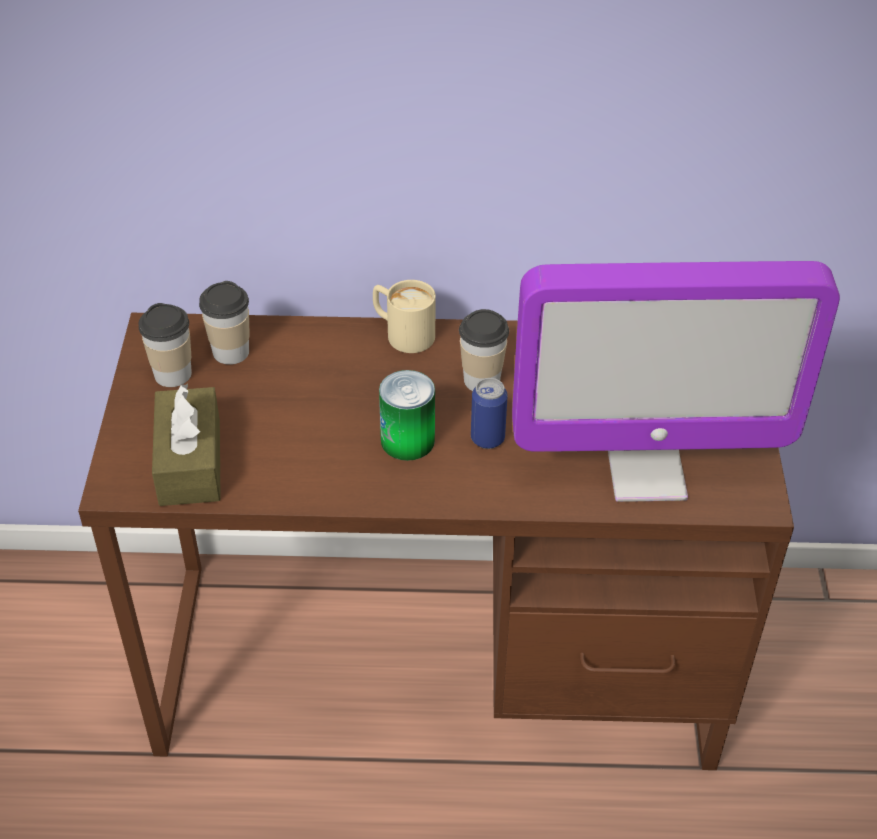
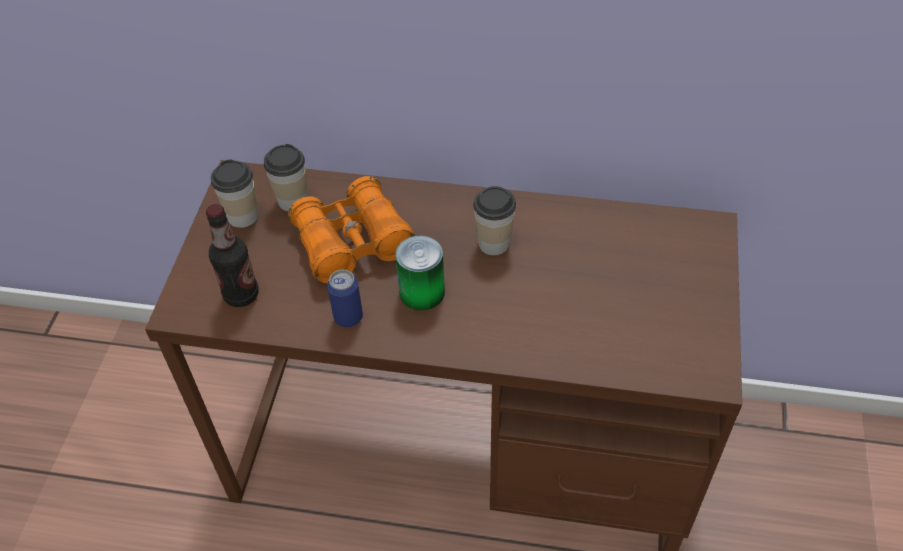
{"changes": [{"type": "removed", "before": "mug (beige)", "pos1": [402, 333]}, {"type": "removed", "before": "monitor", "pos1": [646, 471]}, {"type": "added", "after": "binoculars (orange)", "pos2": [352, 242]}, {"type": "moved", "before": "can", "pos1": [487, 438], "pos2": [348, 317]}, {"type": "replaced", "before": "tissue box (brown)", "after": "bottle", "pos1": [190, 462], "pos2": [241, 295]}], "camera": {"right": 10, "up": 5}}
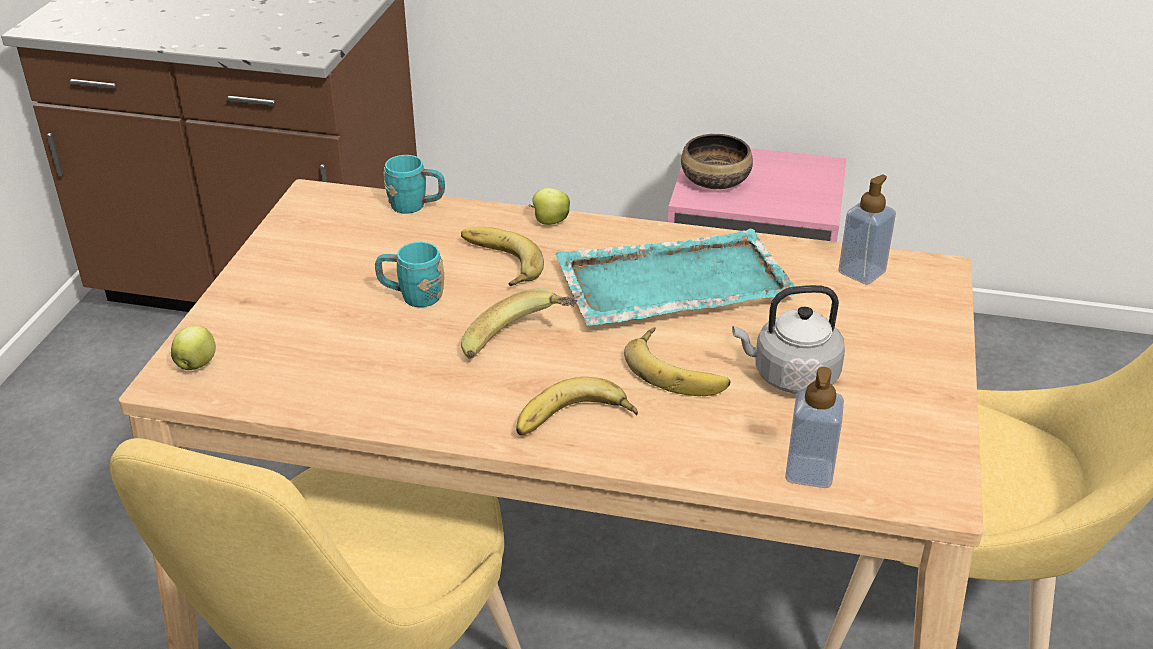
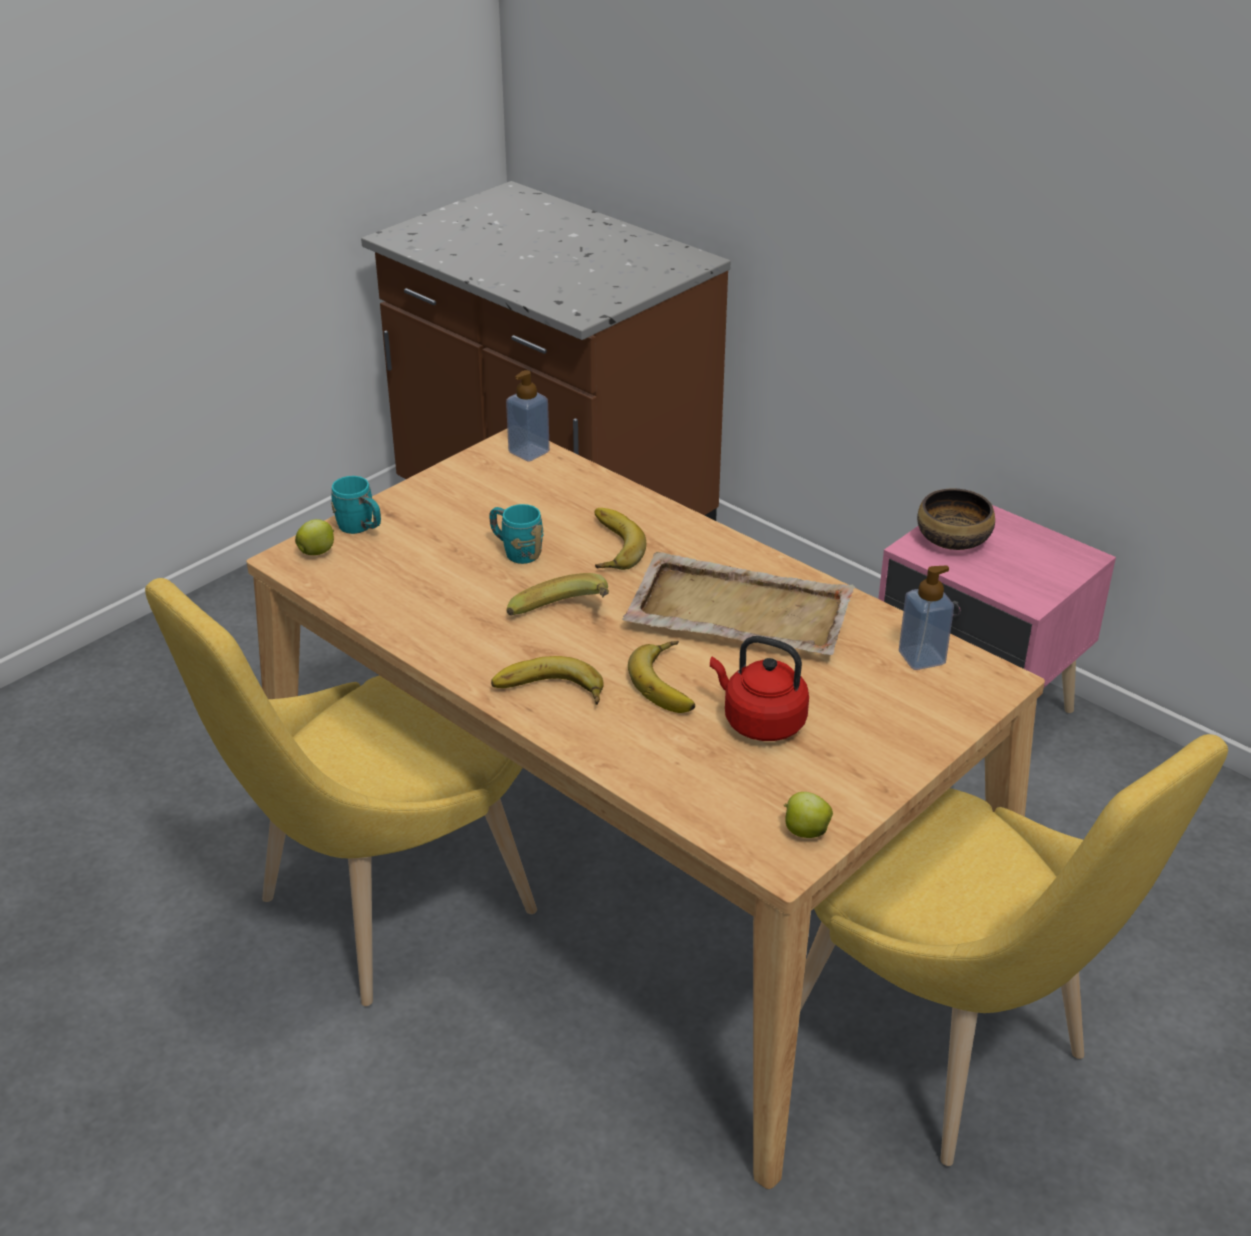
{"changes": [{"type": "moved", "before": "mug (turquoise)", "pos1": [416, 206], "pos2": [360, 528]}, {"type": "moved", "before": "apple", "pos1": [549, 222], "pos2": [805, 831]}, {"type": "moved", "before": "soap dispenser", "pos1": [809, 472], "pos2": [529, 452]}, {"type": "recoloured", "before": "tray (turquoise)", "after": "tray (beige)", "pos1": [671, 284], "pos2": [737, 611]}, {"type": "recoloured", "before": "kettle (grey)", "after": "kettle (red)", "pos1": [790, 376], "pos2": [760, 722]}], "camera": {"right": 30, "up": 0}}
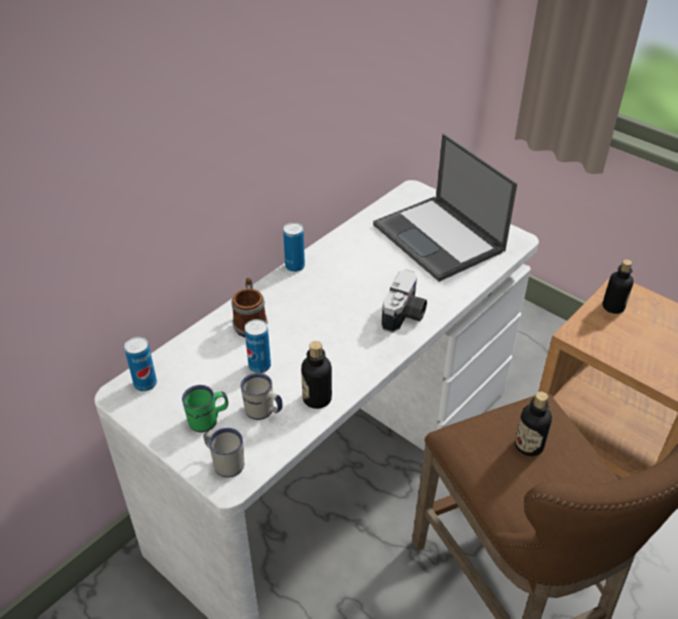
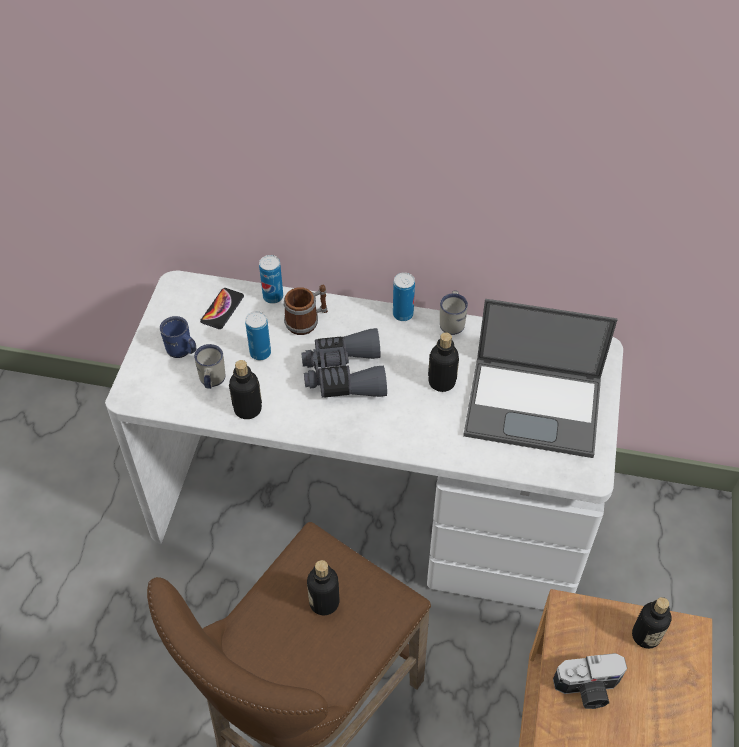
{"changes": [{"type": "added", "after": "phone", "pos2": [222, 309]}, {"type": "added", "after": "binoculars (grey)", "pos2": [344, 374]}, {"type": "added", "after": "bottle", "pos2": [442, 382]}, {"type": "moved", "before": "can", "pos1": [145, 384], "pos2": [273, 297]}, {"type": "moved", "before": "mug (white)", "pos1": [225, 462], "pos2": [453, 321]}, {"type": "moved", "before": "photo camera", "pos1": [405, 315], "pos2": [588, 690]}, {"type": "recoloured", "before": "mug (green)", "after": "mug (blue)", "pos1": [208, 420], "pos2": [182, 351]}, {"type": "turned", "before": "laptop", "pos1": [439, 238], "pos2": [535, 406], "turn": -105}], "camera": {"right": 60, "up": 10}}
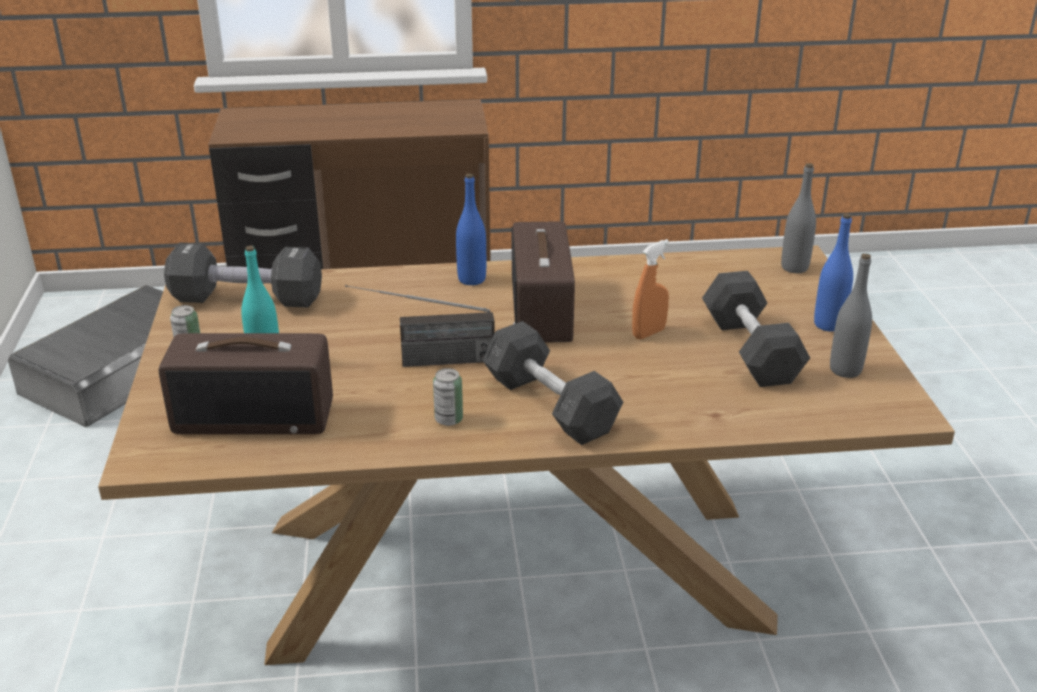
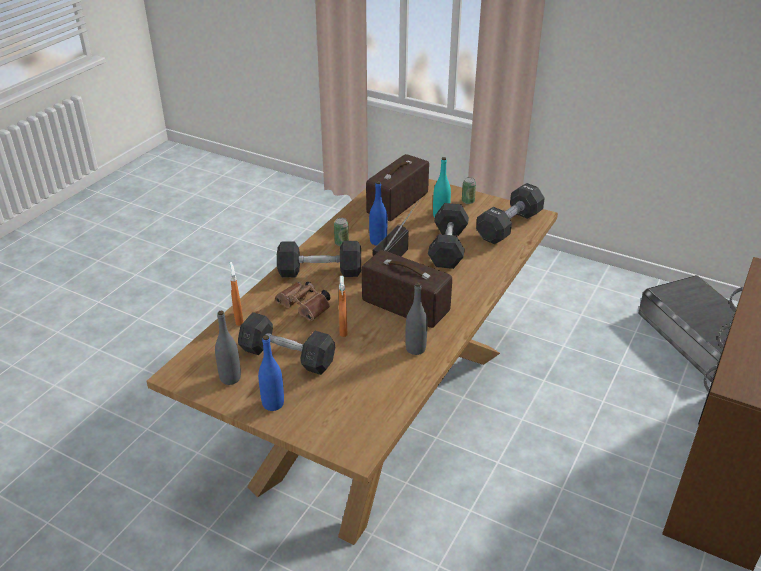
{"changes": [{"type": "added", "after": "spray bottle (orange)", "pos2": [238, 319]}, {"type": "added", "after": "binoculars (brown)", "pos2": [306, 309]}, {"type": "added", "after": "dumbbell (grey)", "pos2": [448, 247]}, {"type": "moved", "before": "bottle (blue)", "pos1": [472, 279], "pos2": [378, 241]}, {"type": "moved", "before": "bottle (grey)", "pos1": [794, 267], "pos2": [415, 349]}], "camera": {"right": 125, "up": 5}}
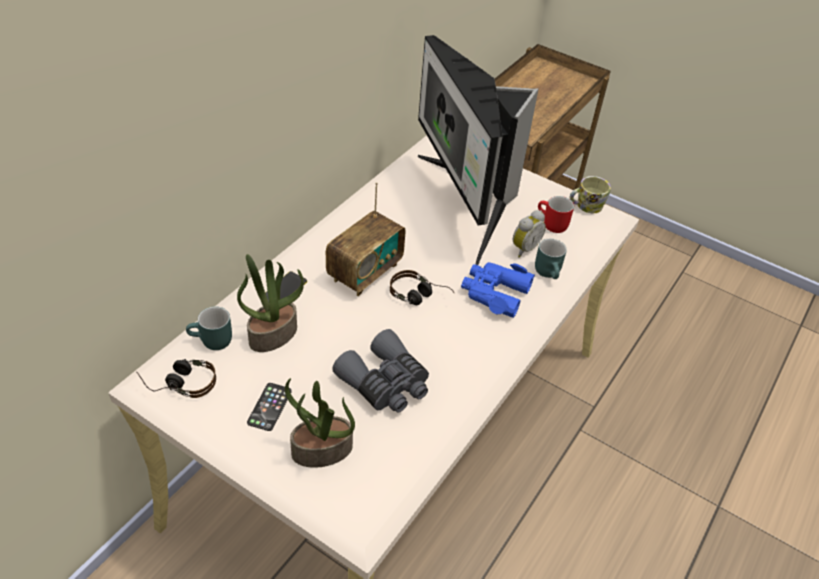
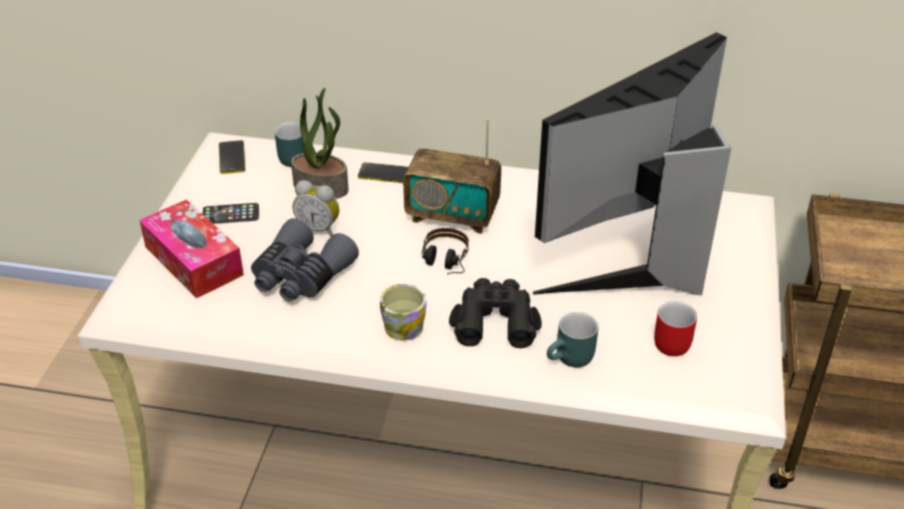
{"changes": [{"type": "moved", "before": "alarm clock", "pos1": [523, 248], "pos2": [319, 228]}, {"type": "moved", "before": "mug", "pos1": [585, 206], "pos2": [401, 324]}, {"type": "replaced", "before": "headphones", "after": "phone", "pos1": [179, 382], "pos2": [232, 158]}, {"type": "replaced", "before": "potted plant", "after": "tissue box", "pos1": [321, 451], "pos2": [193, 260]}, {"type": "recoloured", "before": "binoculars (blue)", "after": "binoculars (black)", "pos1": [494, 293], "pos2": [495, 320]}], "camera": {"right": 70, "up": -5}}
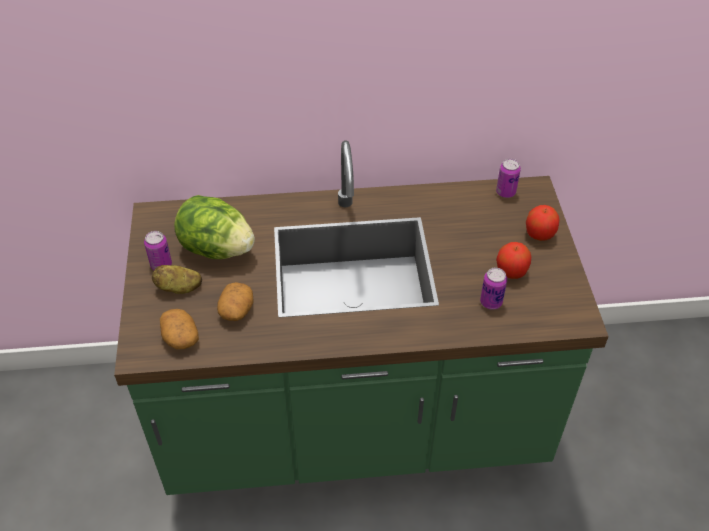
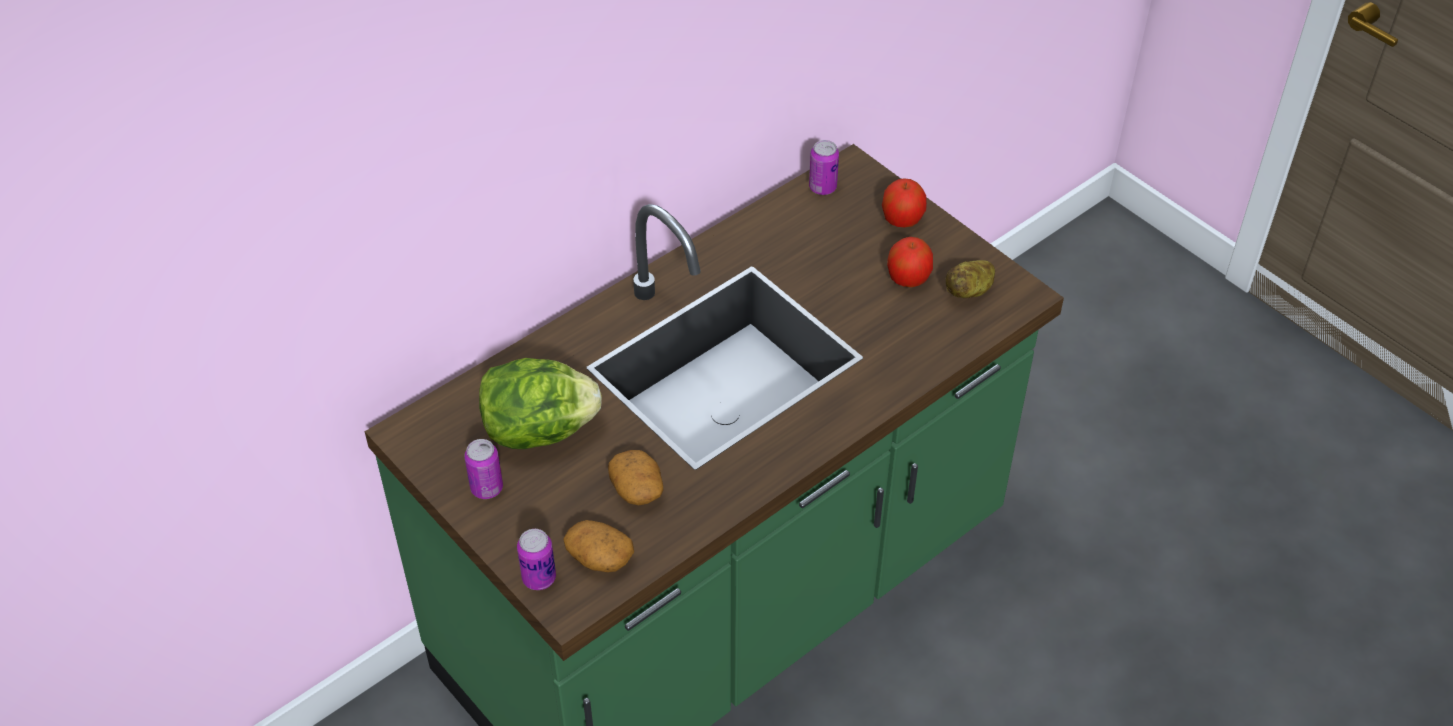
{"changes": [{"type": "moved", "before": "potato", "pos1": [178, 288], "pos2": [970, 291]}, {"type": "moved", "before": "can", "pos1": [491, 302], "pos2": [539, 578]}], "camera": {"right": -35, "up": 0}}
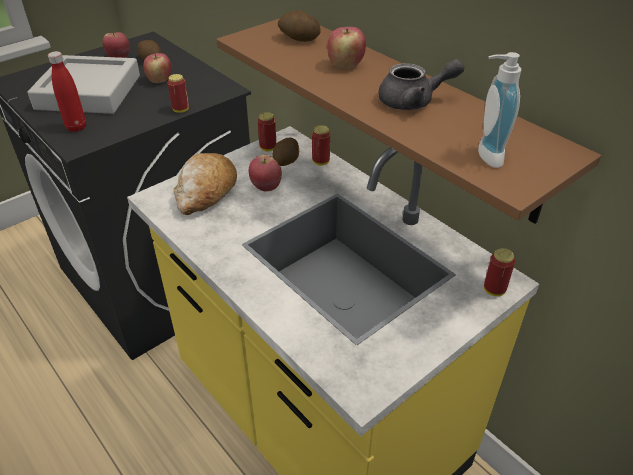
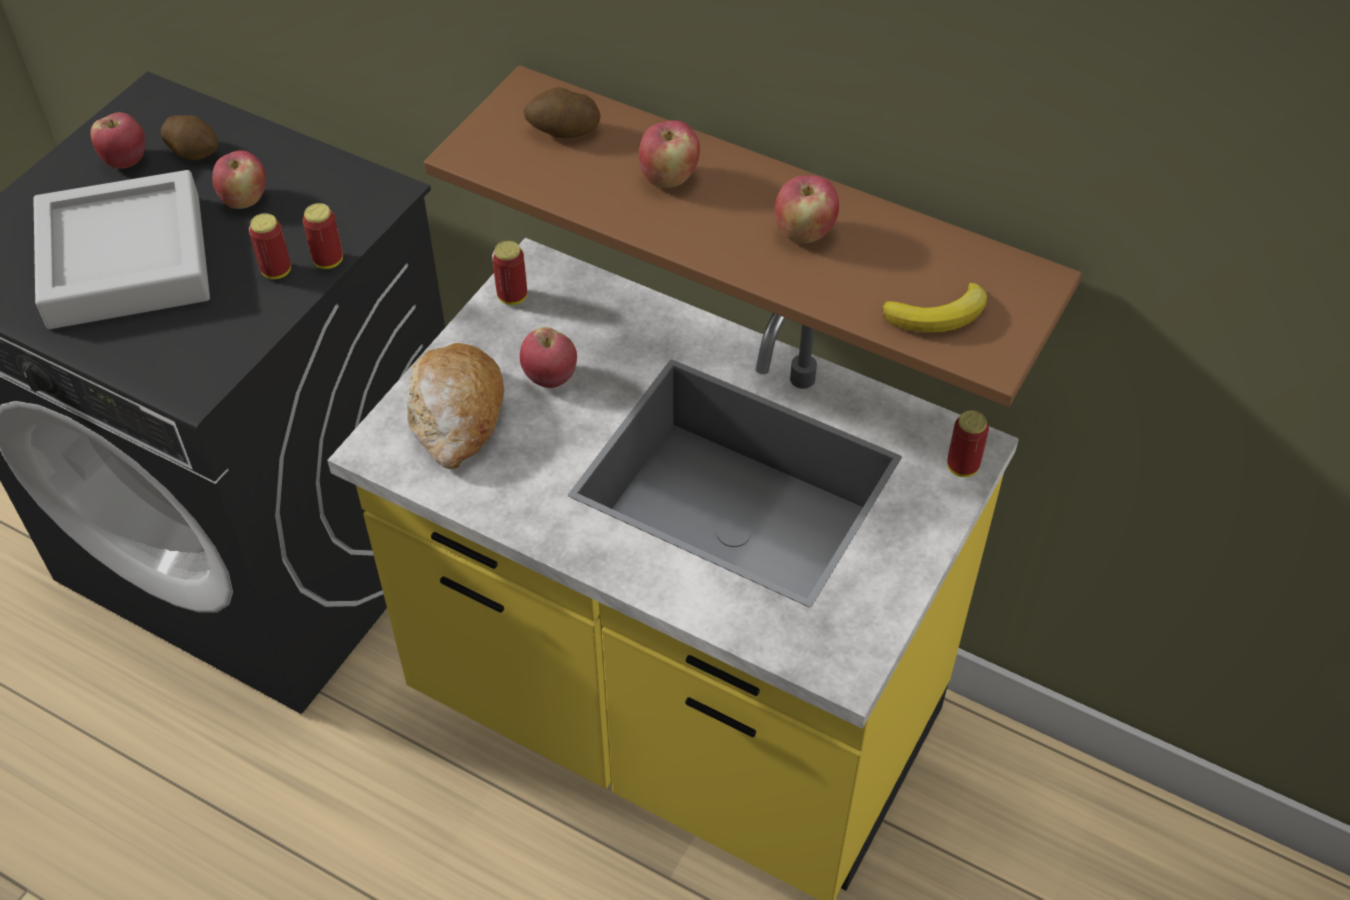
{"changes": [{"type": "removed", "before": "bottle (red)", "pos1": [76, 127]}, {"type": "removed", "before": "potato", "pos1": [286, 162]}, {"type": "moved", "before": "can", "pos1": [320, 162], "pos2": [276, 271]}, {"type": "replaced", "before": "teapot (grey)", "after": "apple", "pos1": [414, 101], "pos2": [804, 232]}, {"type": "replaced", "before": "soap dispenser", "after": "banana", "pos1": [485, 156], "pos2": [938, 315]}], "camera": {"right": -20, "up": 10}}
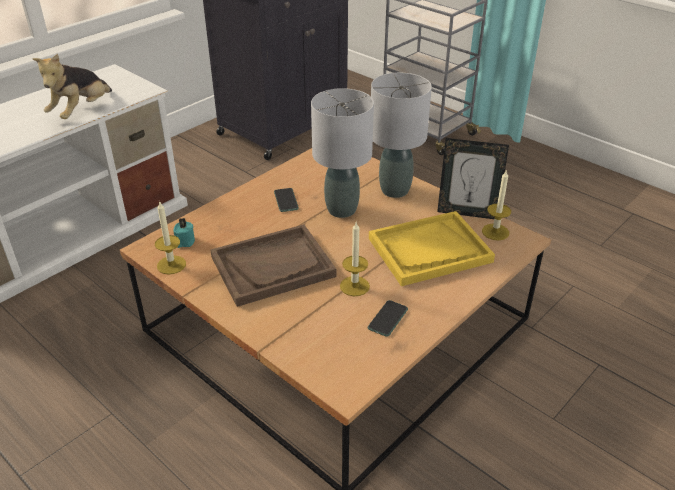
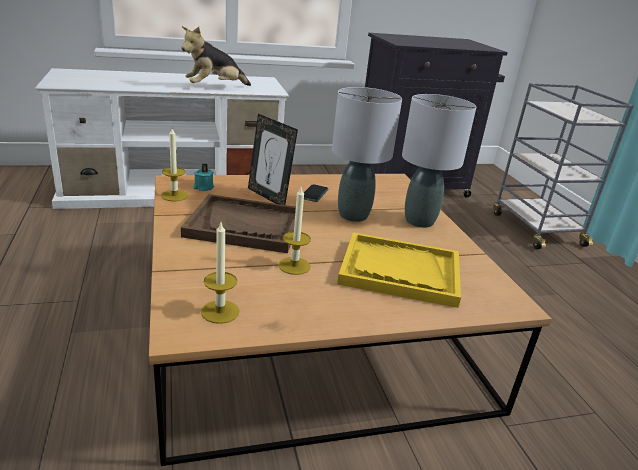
{"changes": [{"type": "removed", "before": "phone", "pos1": [388, 319]}, {"type": "moved", "before": "picture frame", "pos1": [467, 213], "pos2": [269, 197]}, {"type": "moved", "before": "candle", "pos1": [495, 232], "pos2": [220, 311]}], "camera": {"right": 30, "up": -10}}
